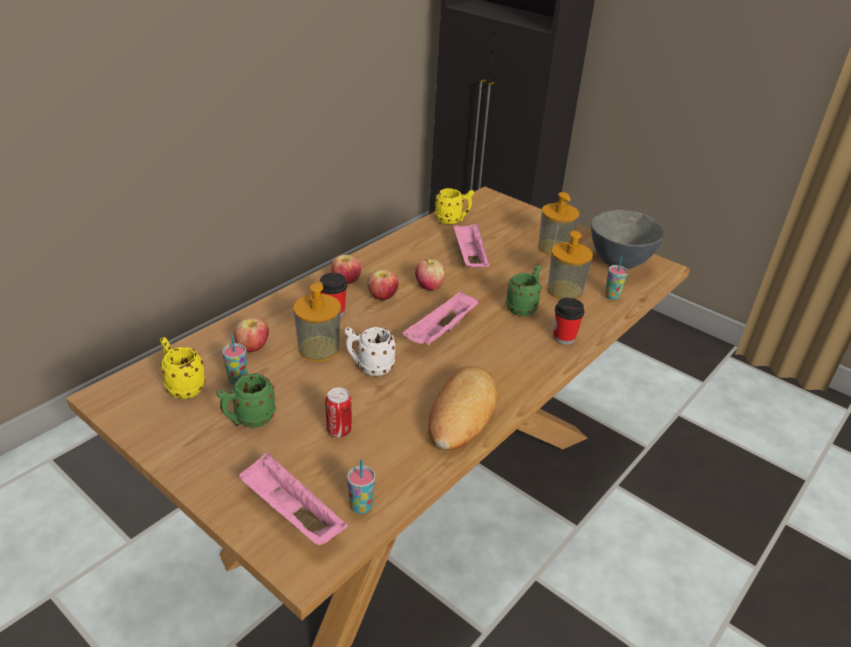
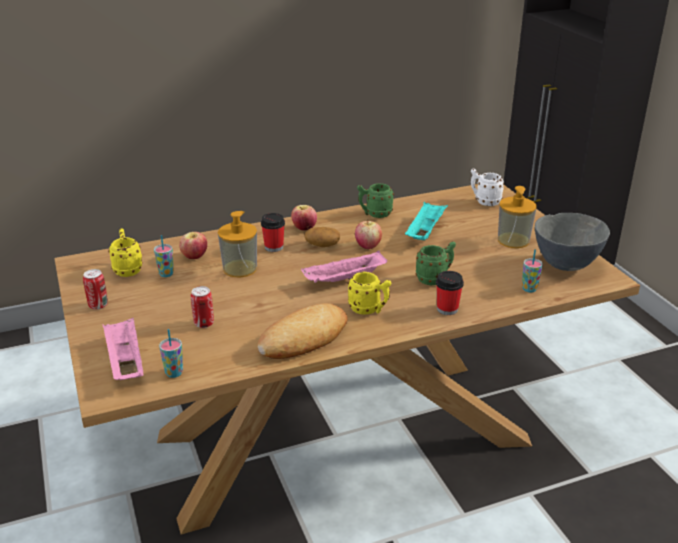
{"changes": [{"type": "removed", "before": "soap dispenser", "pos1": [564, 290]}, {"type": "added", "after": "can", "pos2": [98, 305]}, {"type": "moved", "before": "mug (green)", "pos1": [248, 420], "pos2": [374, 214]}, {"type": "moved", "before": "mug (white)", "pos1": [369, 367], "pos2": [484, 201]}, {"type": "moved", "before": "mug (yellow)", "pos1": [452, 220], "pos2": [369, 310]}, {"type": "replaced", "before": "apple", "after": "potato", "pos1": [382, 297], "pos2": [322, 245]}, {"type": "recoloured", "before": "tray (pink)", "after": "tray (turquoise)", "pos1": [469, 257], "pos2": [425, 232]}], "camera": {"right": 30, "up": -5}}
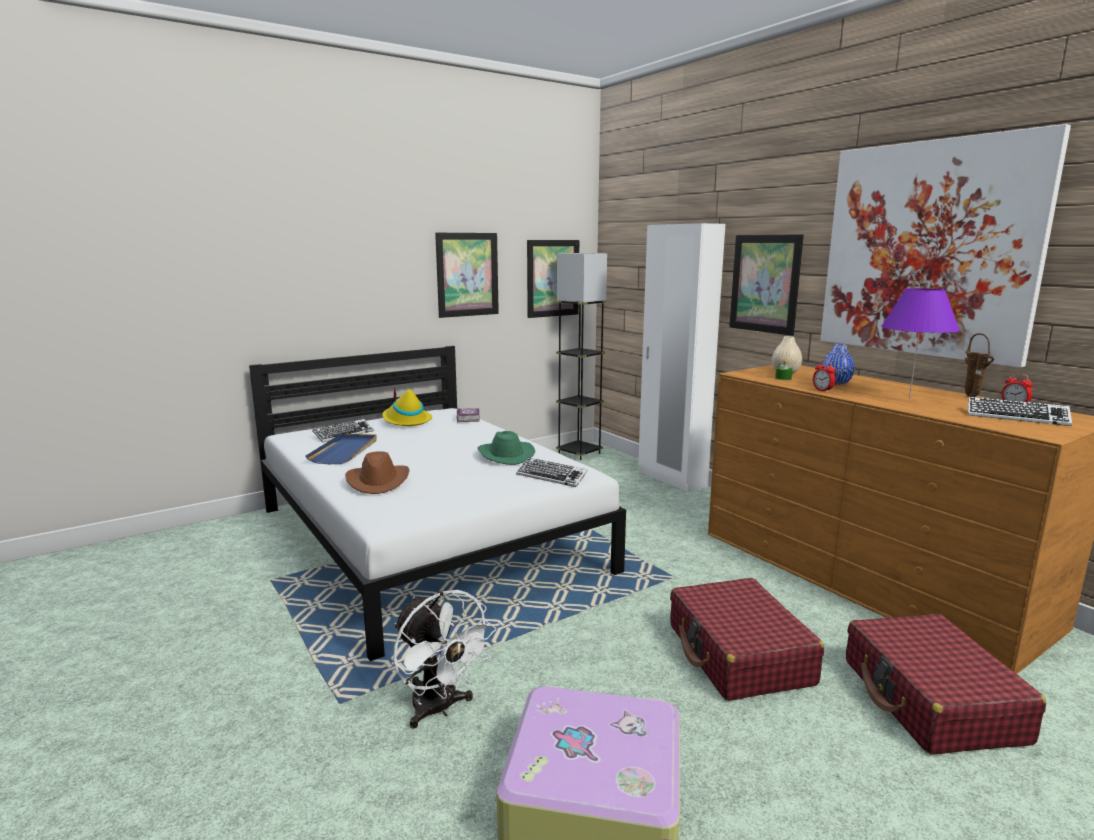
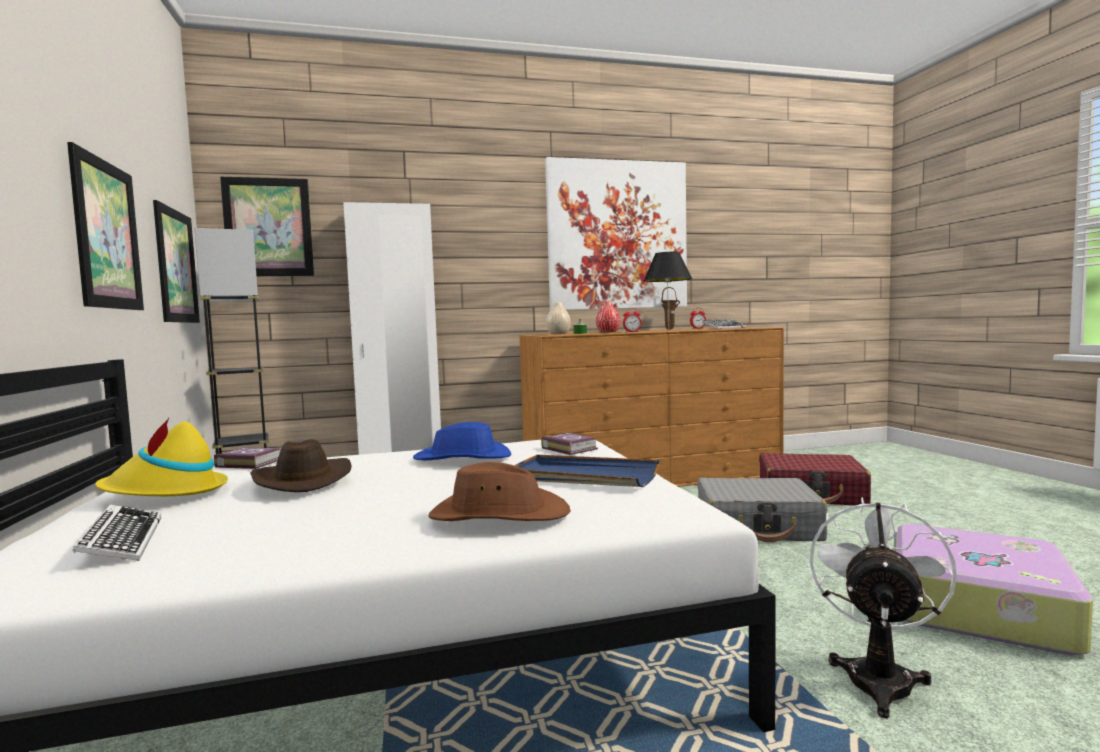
{"changes": [{"type": "added", "after": "hat (brown)", "pos2": [302, 480]}, {"type": "moved", "before": "tray (blue)", "pos1": [345, 451], "pos2": [583, 476]}, {"type": "moved", "before": "picture", "pos1": [765, 283], "pos2": [268, 227]}, {"type": "replaced", "before": "keyboard", "after": "book", "pos1": [551, 477], "pos2": [569, 448]}, {"type": "recoloured", "before": "hat (green)", "after": "hat (blue)", "pos1": [505, 455], "pos2": [463, 458]}, {"type": "recoloured", "before": "suitcase (red)", "after": "suitcase (grey)", "pos1": [738, 655], "pos2": [758, 526]}, {"type": "recoloured", "before": "vase (blue)", "after": "vase (red)", "pos1": [835, 382], "pos2": [608, 332]}, {"type": "recoloured", "before": "table lamp (purple)", "after": "table lamp (black)", "pos1": [909, 398], "pos2": [668, 330]}, {"type": "turned", "before": "fan (white)", "pos1": [439, 709], "pos2": [878, 676], "turn": -45}], "camera": {"right": -70, "up": -10}}
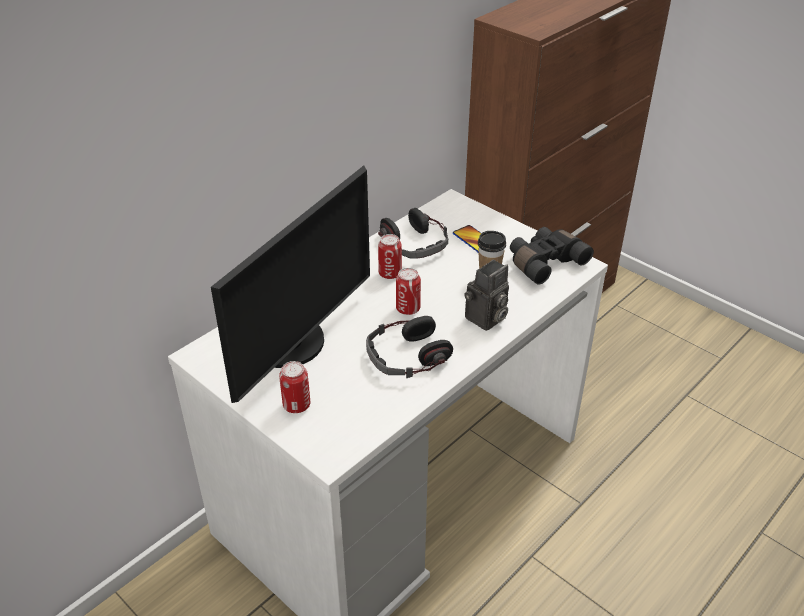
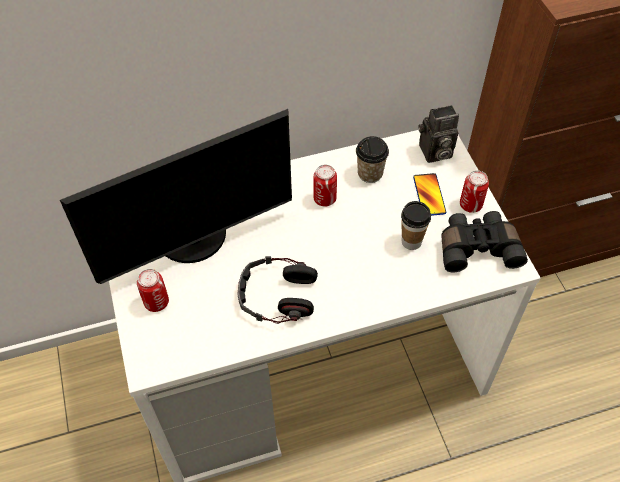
{"changes": [{"type": "moved", "before": "can", "pos1": [408, 309], "pos2": [470, 205]}, {"type": "moved", "before": "photo camera", "pos1": [485, 320], "pos2": [434, 153]}, {"type": "replaced", "before": "headphones", "after": "cup", "pos1": [414, 243], "pos2": [370, 173]}], "camera": {"right": 30, "up": 15}}
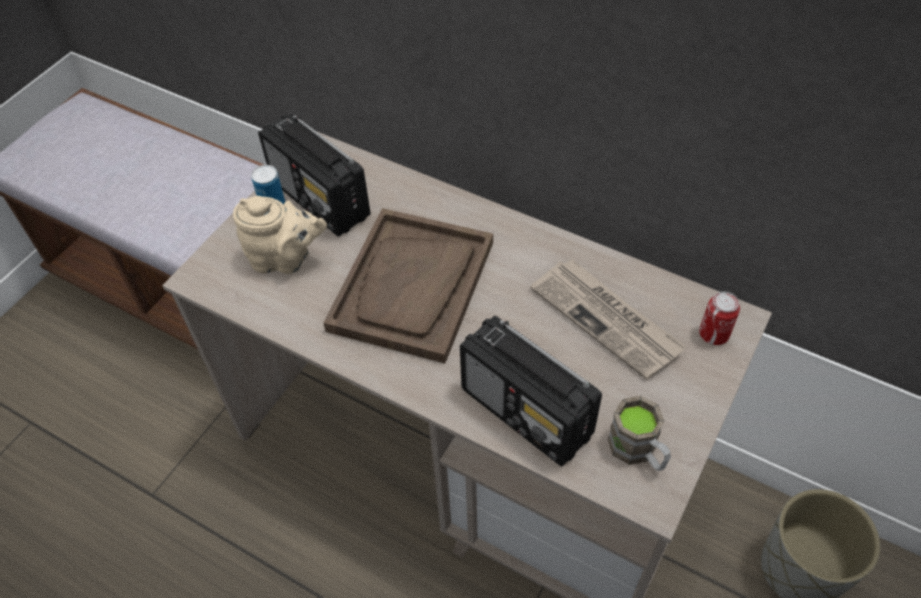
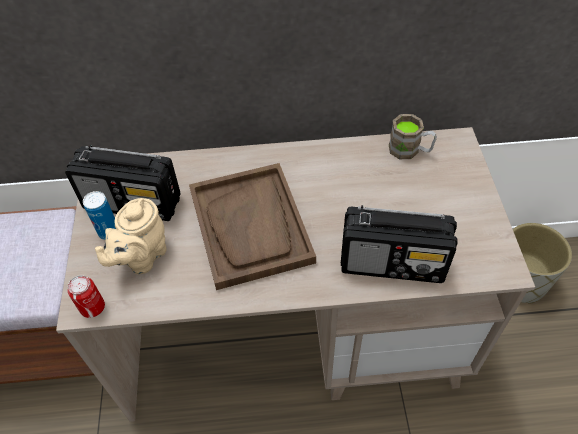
{"changes": [{"type": "removed", "before": "newspaper", "pos1": [607, 319]}, {"type": "moved", "before": "mug (brown)", "pos1": [638, 451], "pos2": [410, 150]}, {"type": "moved", "before": "can", "pos1": [713, 334], "pos2": [93, 307]}, {"type": "turned", "before": "teapot (beige)", "pos1": [285, 259], "pos2": [142, 257], "turn": 150}], "camera": {"right": -35, "up": 0}}
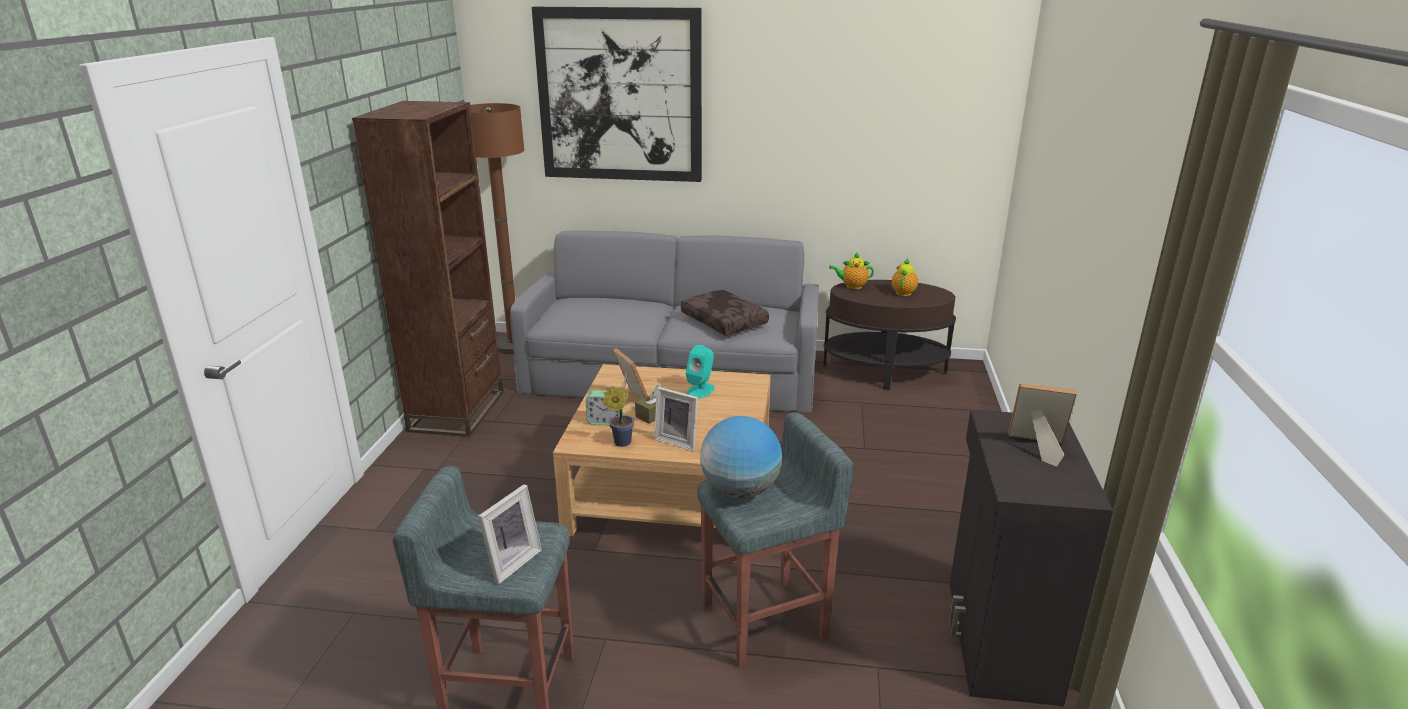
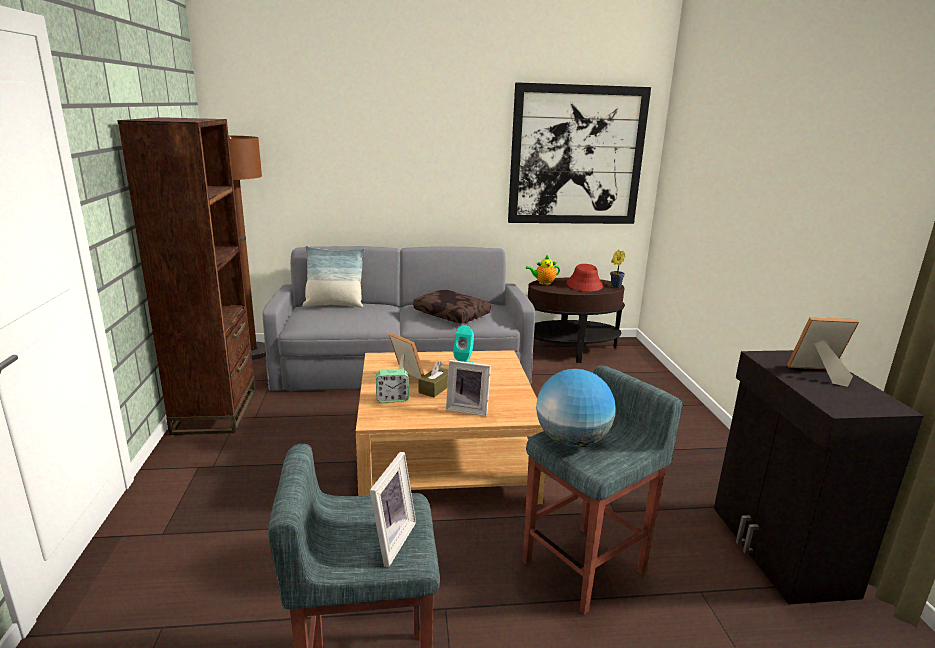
{"changes": [{"type": "added", "after": "pillow", "pos2": [334, 305]}, {"type": "moved", "before": "picture", "pos1": [620, 96], "pos2": [576, 156]}, {"type": "moved", "before": "potted plant", "pos1": [620, 442], "pos2": [614, 286]}, {"type": "replaced", "before": "teapot", "after": "hat (red)", "pos1": [903, 292], "pos2": [584, 285]}], "camera": {"right": -15, "up": -5}}
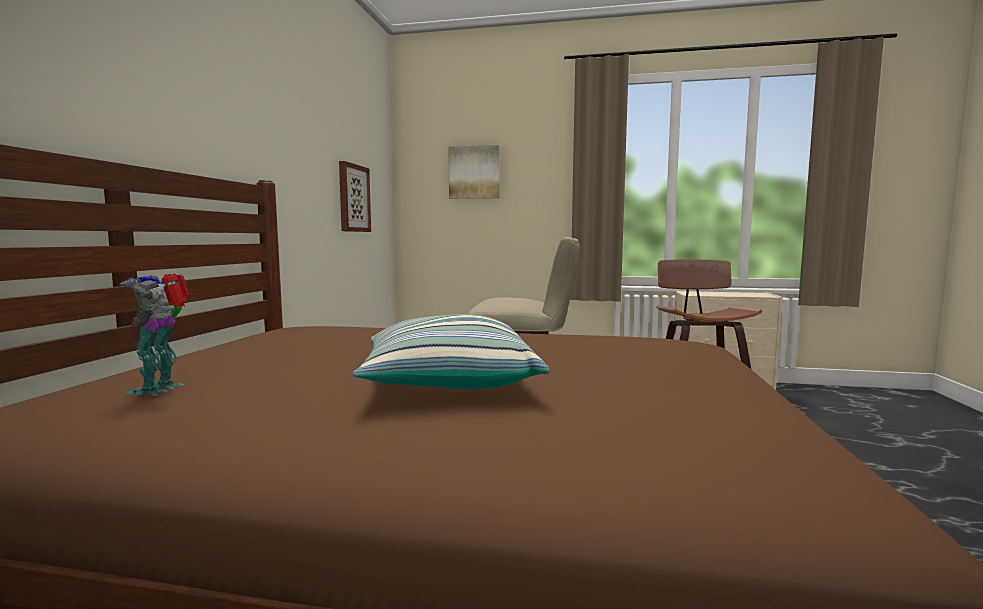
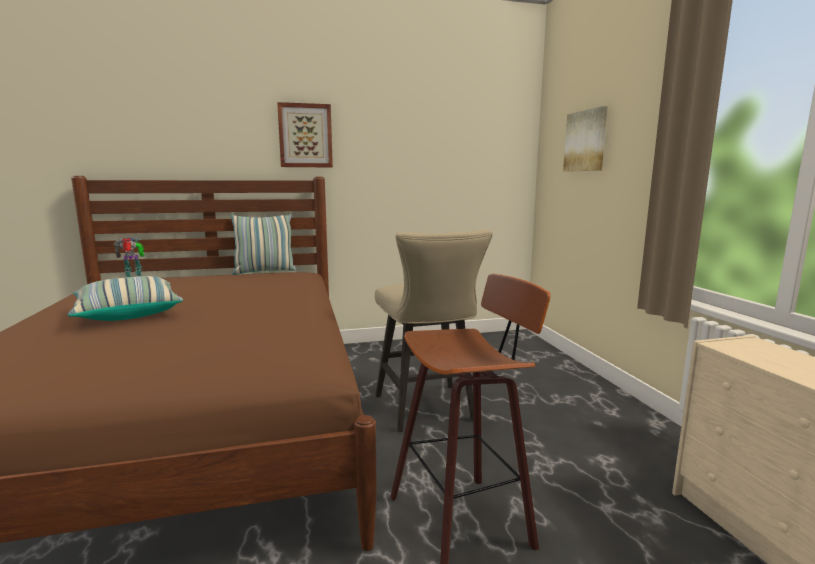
{"changes": [{"type": "added", "after": "pillow", "pos2": [264, 271]}, {"type": "moved", "before": "picture", "pos1": [353, 198], "pos2": [305, 136]}], "camera": {"right": 65, "up": 5}}
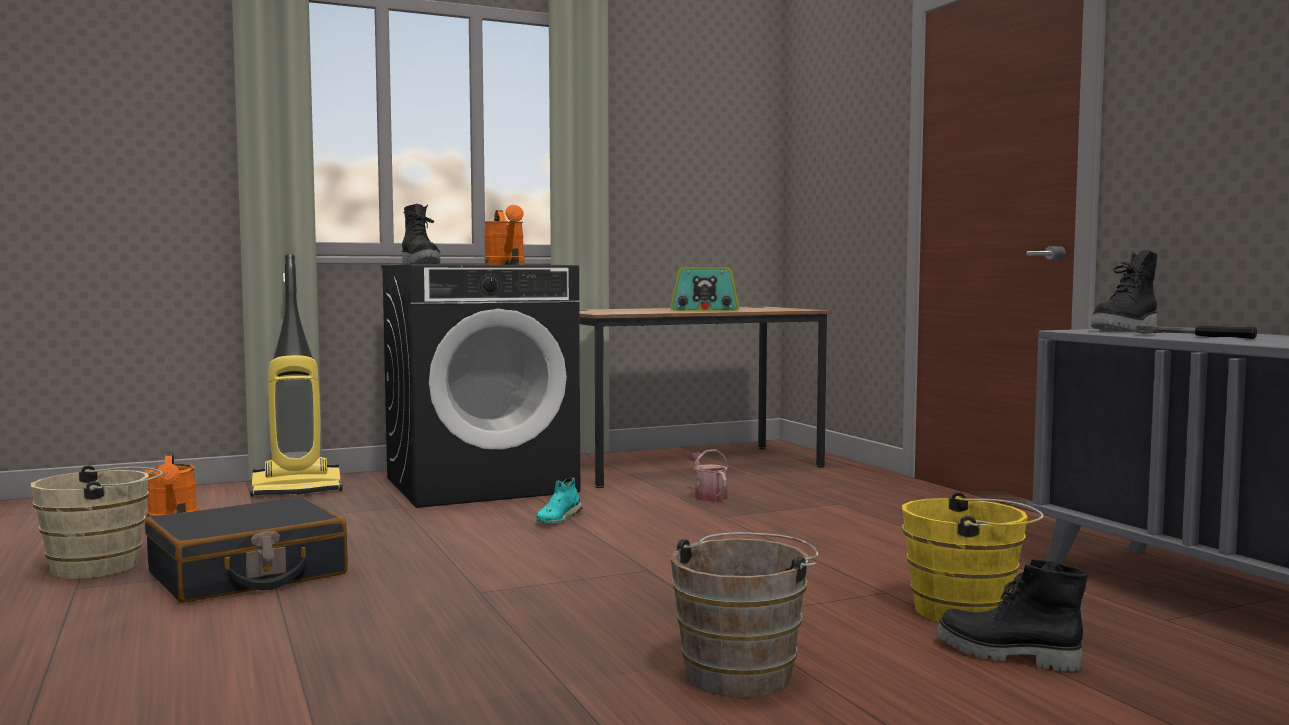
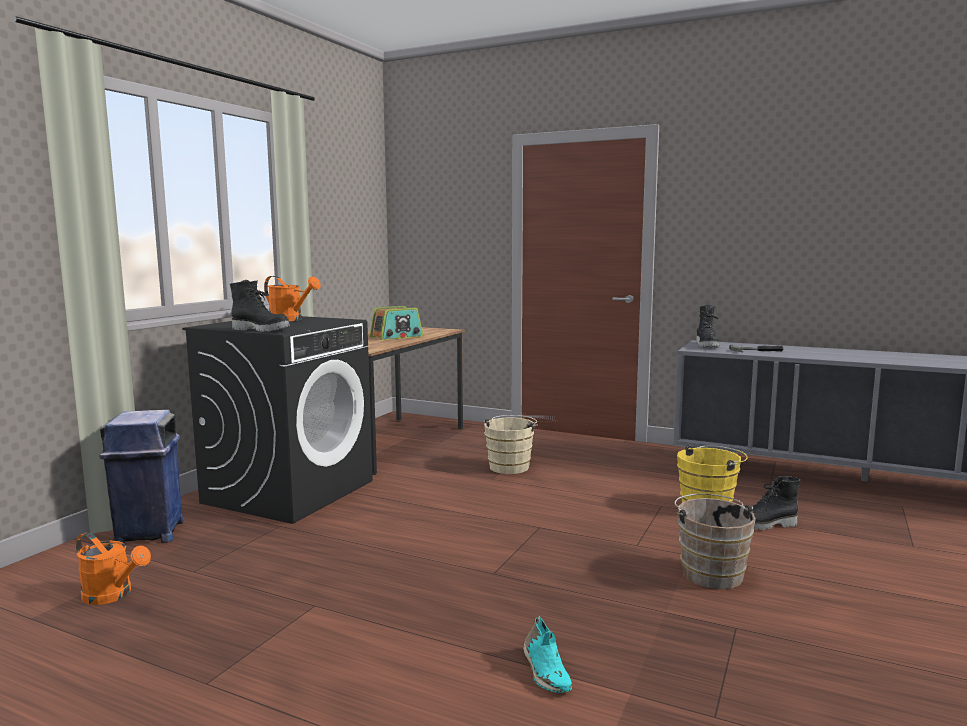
{"changes": [{"type": "removed", "before": "suitcase (black)", "pos1": [248, 575]}, {"type": "removed", "before": "watering can", "pos1": [708, 496]}, {"type": "moved", "before": "bucket (beige)", "pos1": [103, 566], "pos2": [510, 466]}, {"type": "moved", "before": "shoe (turquoise)", "pos1": [558, 519], "pos2": [545, 672]}, {"type": "replaced", "before": "vacuum cleaner", "after": "trash can (blue)", "pos1": [298, 489], "pos2": [149, 533]}], "camera": {"right": -40, "up": 5}}
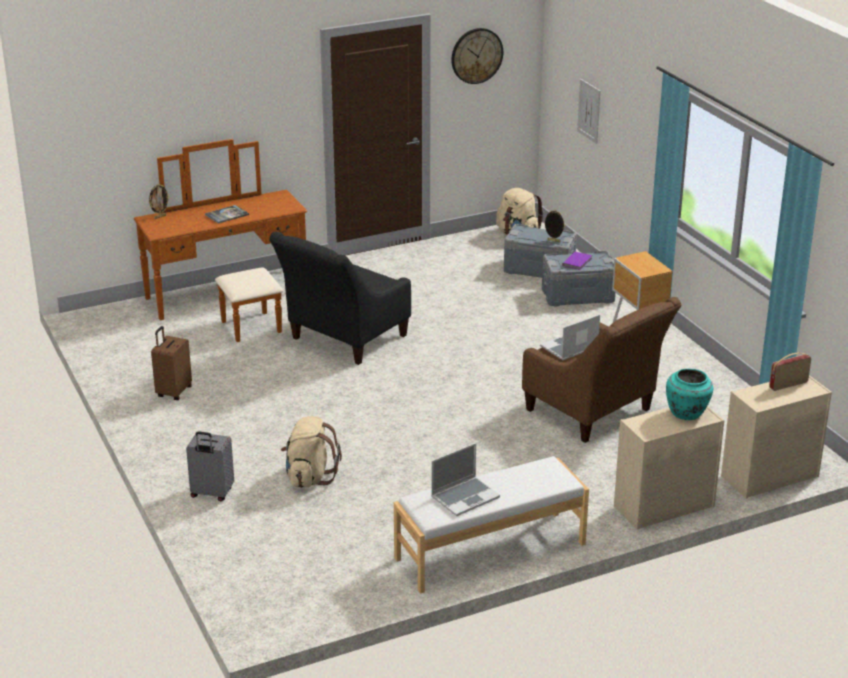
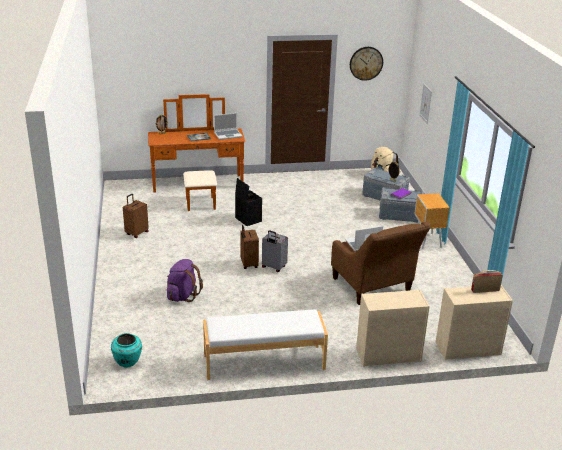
{"changes": [{"type": "added", "after": "suitcase (brown)", "pos2": [248, 264]}, {"type": "moved", "before": "suitcase (grey)", "pos1": [211, 493], "pos2": [273, 267]}, {"type": "moved", "before": "laptop", "pos1": [465, 497], "pos2": [228, 135]}, {"type": "moved", "before": "vase (turquoise)", "pos1": [687, 414], "pos2": [128, 362]}, {"type": "replaced", "before": "armchair (black)", "after": "storage box (black)", "pos1": [343, 340], "pos2": [247, 219]}, {"type": "recoloured", "before": "backpack (beige)", "after": "backpack (purple)", "pos1": [309, 477], "pos2": [183, 295]}], "camera": {"right": 15, "up": 0}}
